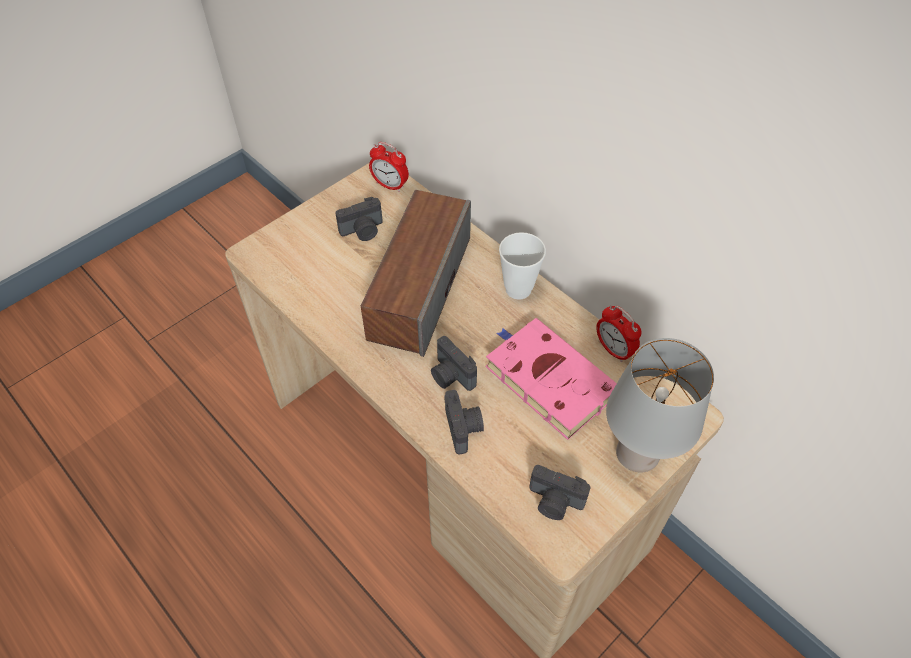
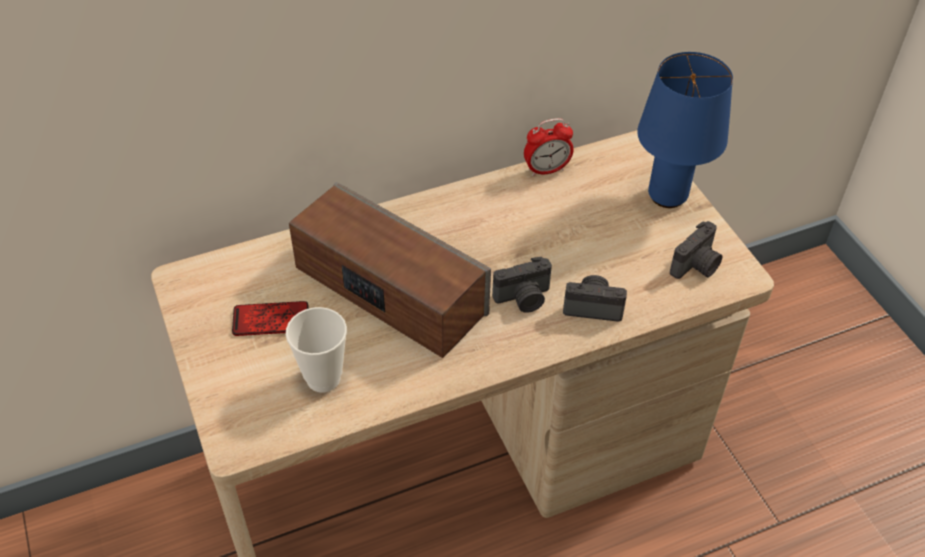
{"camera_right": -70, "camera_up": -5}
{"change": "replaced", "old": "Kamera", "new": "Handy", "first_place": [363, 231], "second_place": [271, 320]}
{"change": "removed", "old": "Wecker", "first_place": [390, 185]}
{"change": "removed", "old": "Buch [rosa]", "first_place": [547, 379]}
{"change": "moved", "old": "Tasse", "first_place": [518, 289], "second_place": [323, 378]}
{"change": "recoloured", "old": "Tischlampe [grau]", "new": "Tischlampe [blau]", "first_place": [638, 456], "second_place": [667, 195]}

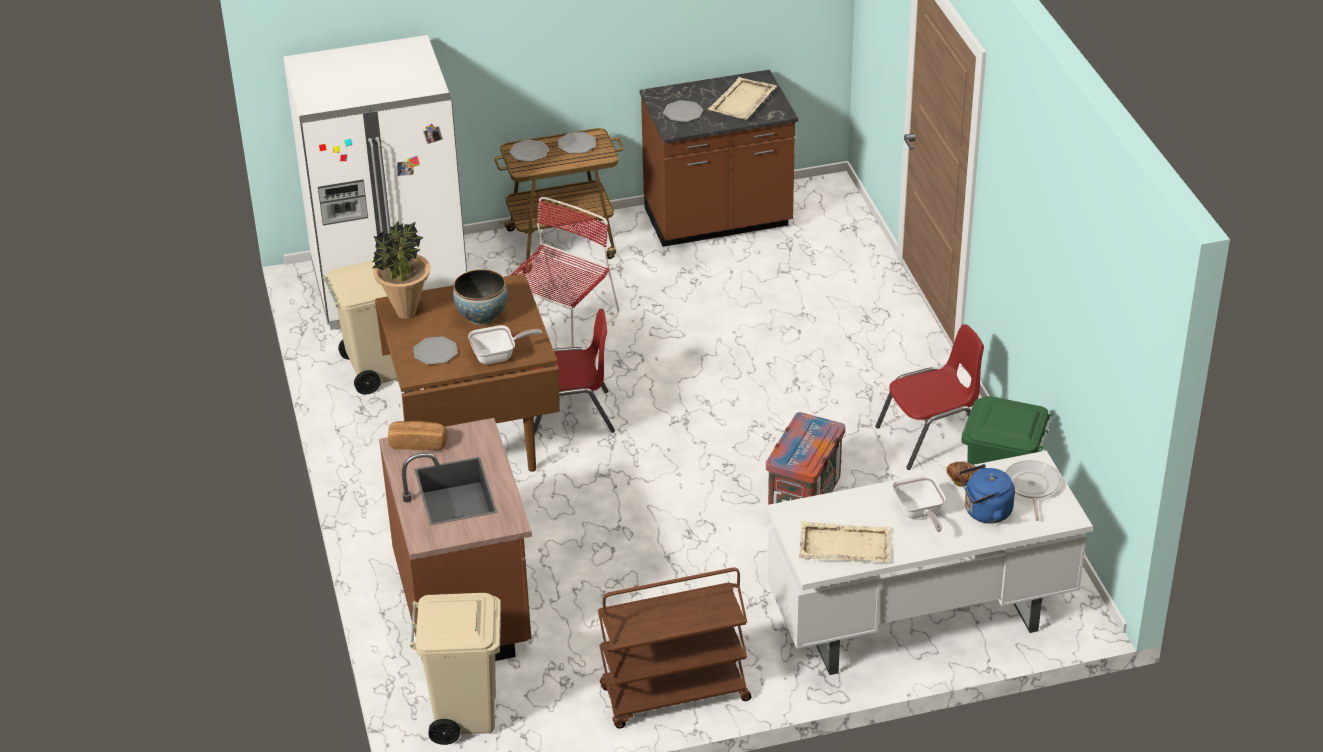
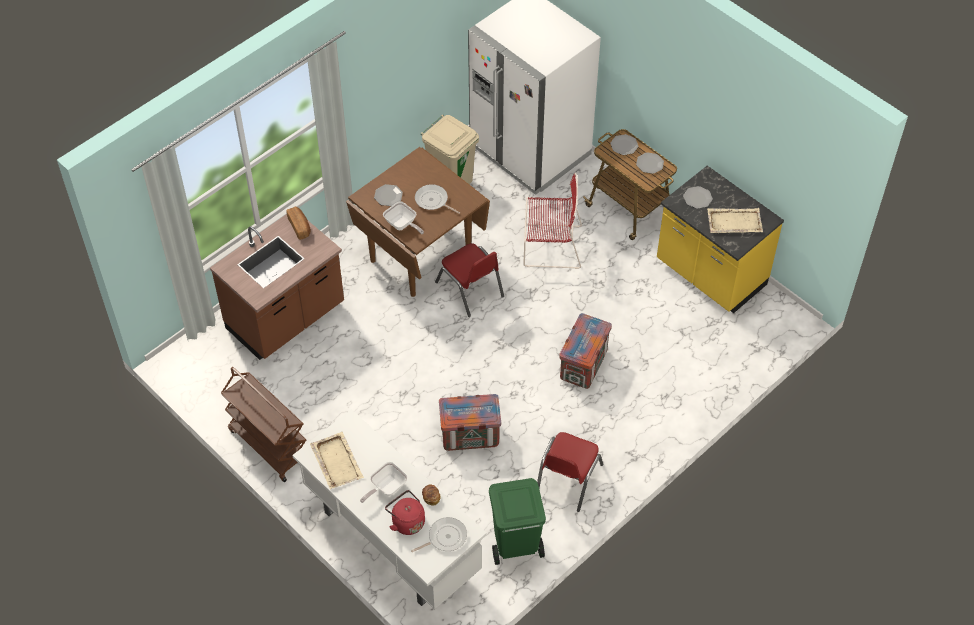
{"camera_right": 60, "camera_up": 15}
{"change": "removed", "old": "Topfpflanze", "first_place": [406, 313]}
{"change": "removed", "old": "Mülleimer [beige]", "first_place": [465, 714]}
{"change": "replaced", "old": "Schüssel", "new": "Pfanne", "first_place": [482, 317], "second_place": [433, 201]}
{"change": "recoloured", "old": "Küchenzeile [braun]", "new": "Küchenzeile [gelb]", "first_place": [718, 221], "second_place": [710, 275]}
{"change": "turned", "old": "Stuhl [rot]", "first_place": [931, 437], "second_place": [567, 479], "degrees": 75}
{"change": "recoloured", "old": "Wasserkessel [blau]", "new": "Wasserkessel [rot]", "first_place": [984, 512], "second_place": [406, 521]}
{"change": "added", "new": "Kiste", "second_place": [583, 366]}

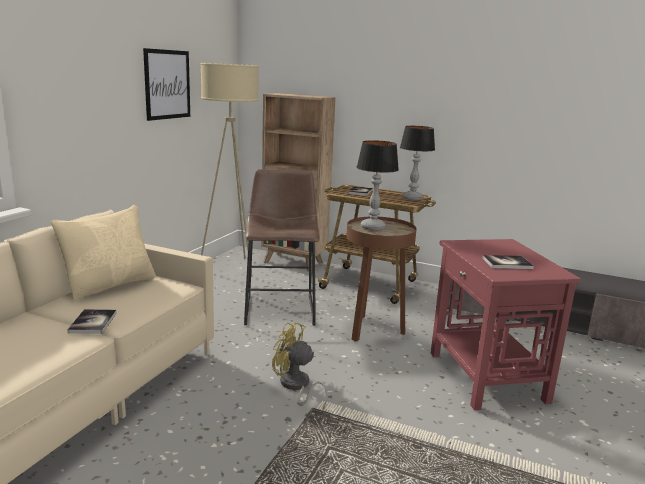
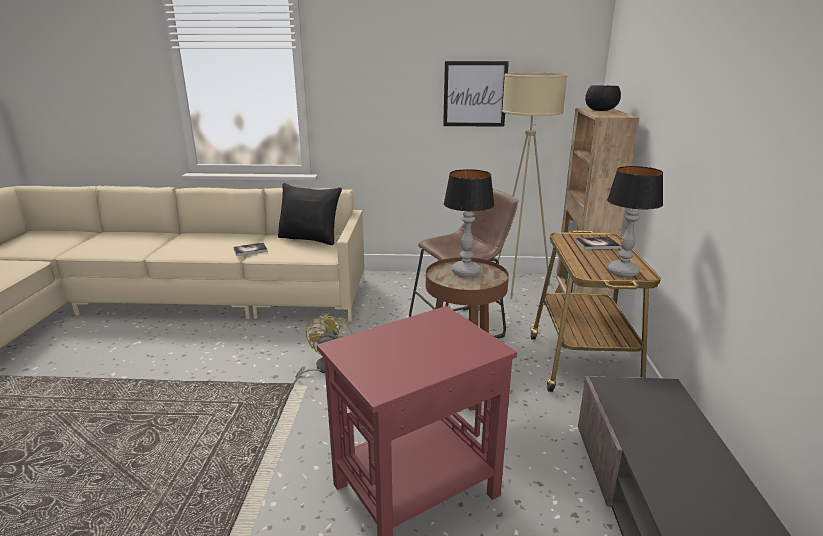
{"camera_right": 70, "camera_up": 5}
{"change": "recoloured", "old": "Kissen [beige]", "new": "Kissen [schwarz]", "first_place": [111, 285], "second_place": [310, 239]}
{"change": "removed", "old": "Buch", "first_place": [507, 263]}
{"change": "added", "new": "Schüssel [schwarz]", "second_place": [601, 110]}

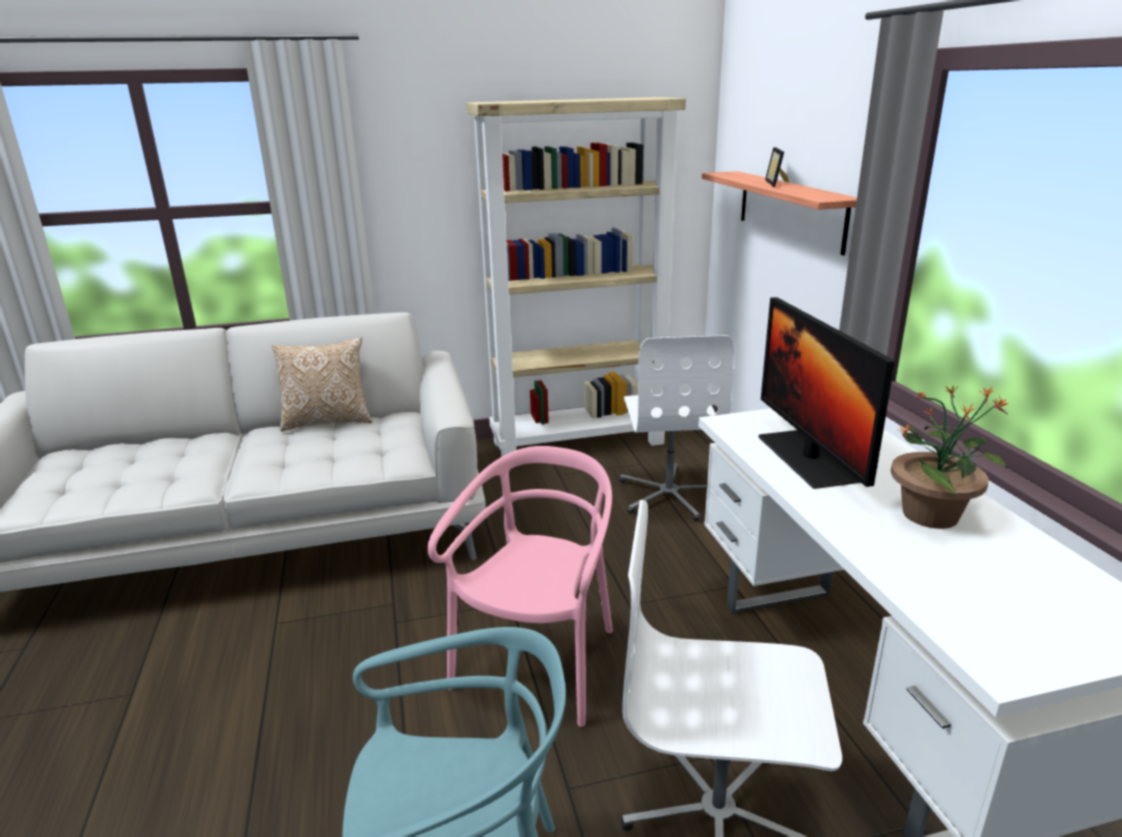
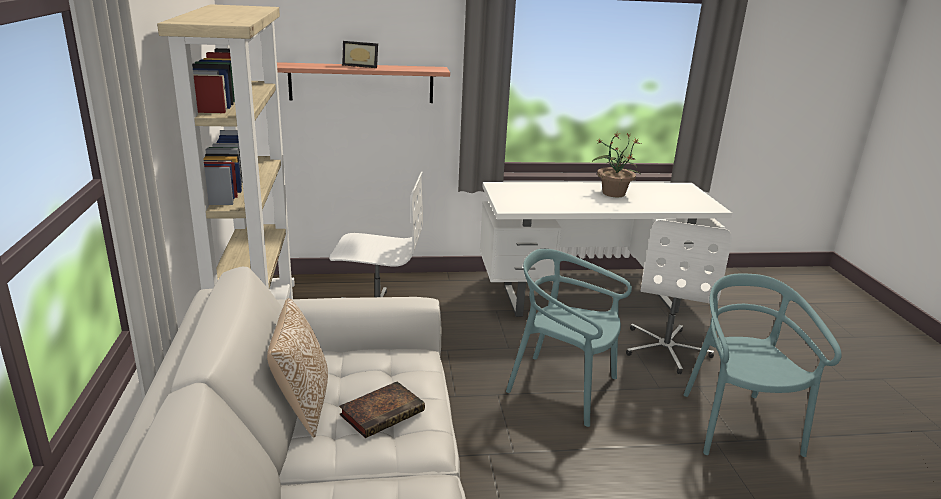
{"camera_right": -85, "camera_up": 0}
{"change": "recoloured", "old": "Stuhl [rosa]", "new": "Stuhl [türkis]", "first_place": [538, 662], "second_place": [562, 388]}
{"change": "removed", "old": "Monitor", "first_place": [807, 458]}
{"change": "added", "new": "Buch", "second_place": [383, 412]}

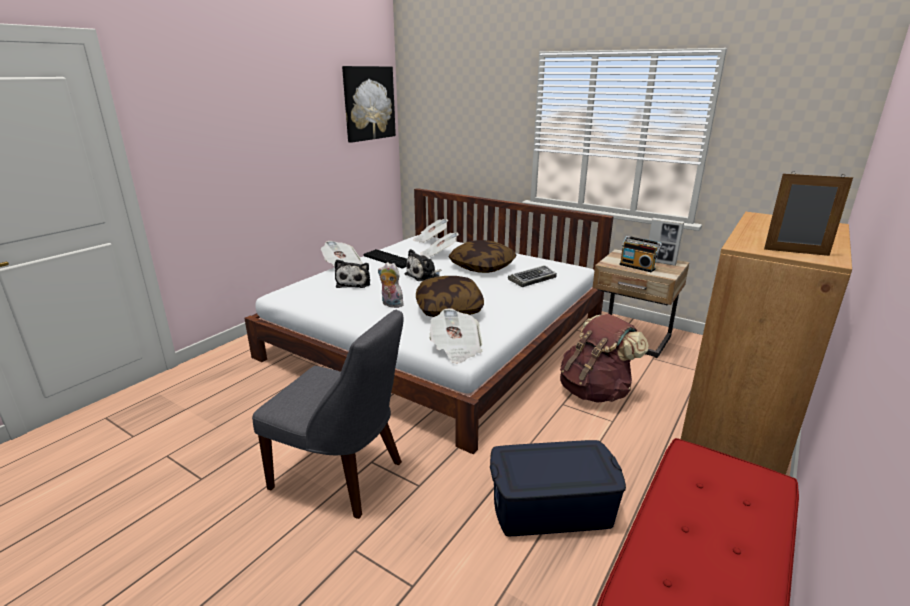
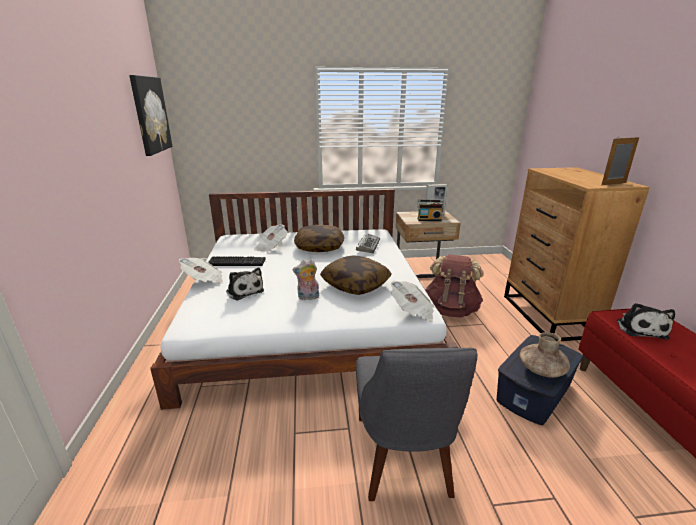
{"camera_right": -40, "camera_up": 0}
{"change": "turned", "old": "Stuhl [grau]", "first_place": [342, 476], "second_place": [403, 459], "degrees": 105}
{"change": "moved", "old": "Plüschtier", "first_place": [424, 276], "second_place": [640, 328]}
{"change": "removed", "old": "Zeitung", "first_place": [430, 240]}
{"change": "added", "new": "Vase [braun]", "second_place": [541, 370]}

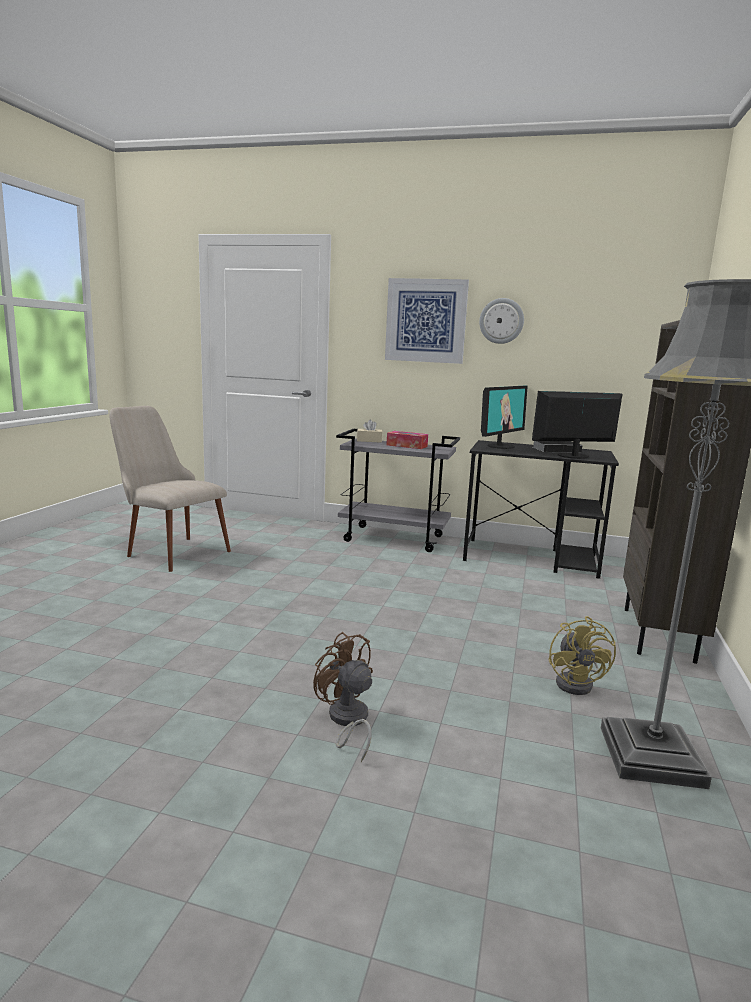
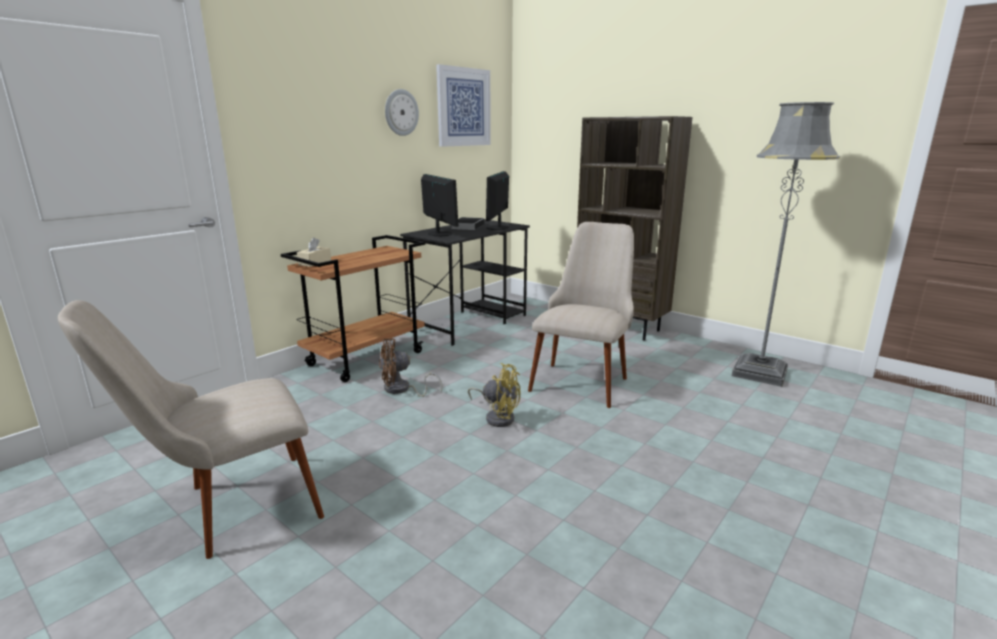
{"camera_right": -65, "camera_up": 5}
{"change": "moved", "old": "Ventilator [braun]", "first_place": [347, 721], "second_place": [401, 390]}
{"change": "recoloured", "old": "Rollwagen [grau]", "new": "Rollwagen [braun]", "first_place": [395, 538], "second_place": [366, 358]}
{"change": "moved", "old": "Bild", "first_place": [426, 321], "second_place": [463, 107]}
{"change": "removed", "old": "Taschentuchbox", "first_place": [407, 446]}
{"change": "moved", "old": "Ventilator [gelb]", "first_place": [578, 683], "second_place": [497, 417]}
{"change": "added", "new": "Stuhl [beige]", "second_place": [583, 377]}

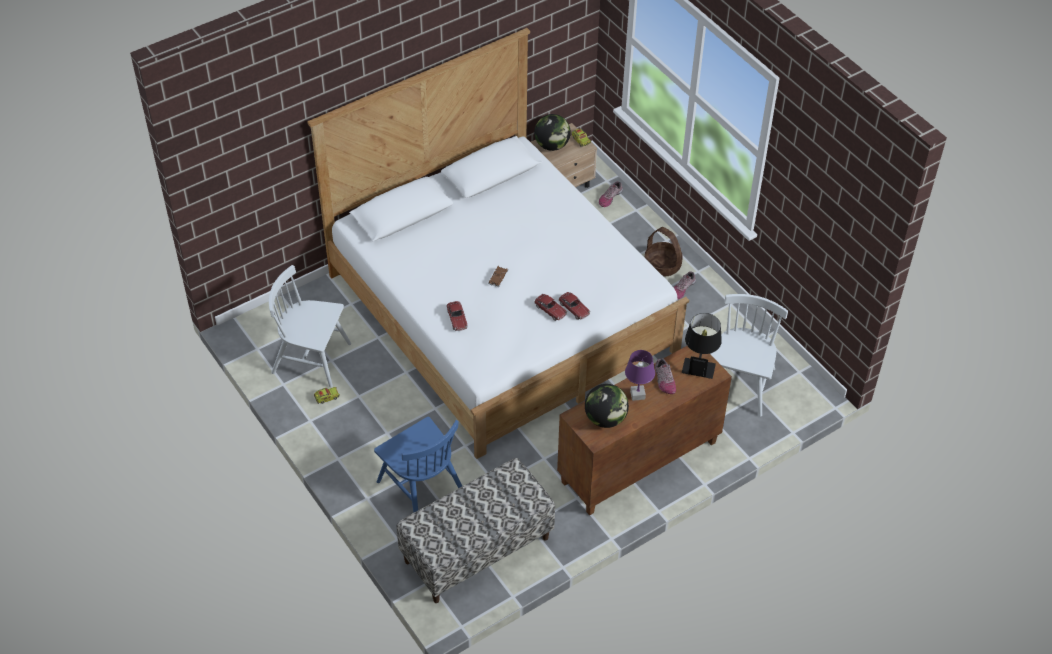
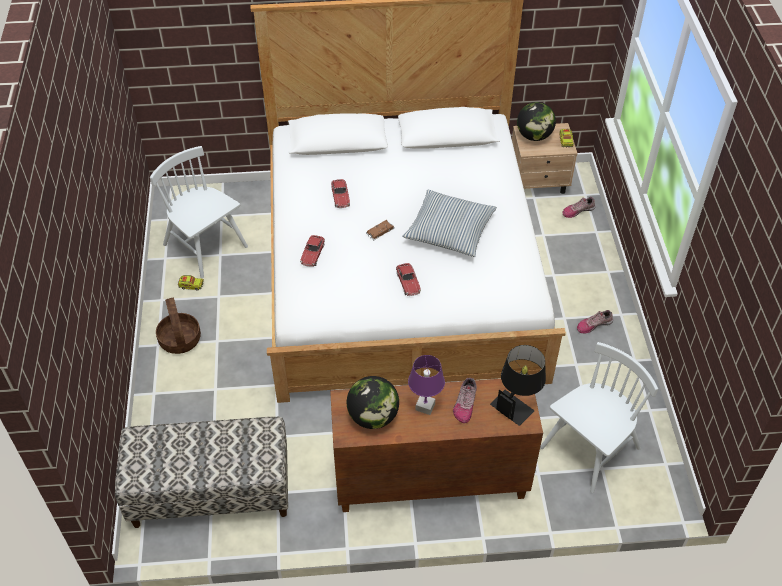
{"camera_right": 30, "camera_up": 0}
{"change": "removed", "old": "Stuhl [blau]", "first_place": [421, 487]}
{"change": "moved", "old": "Spielzeugauto", "first_place": [574, 309], "second_place": [340, 197]}
{"change": "moved", "old": "Korb", "first_place": [662, 265], "second_place": [179, 339]}
{"change": "added", "new": "Kissen", "second_place": [449, 230]}

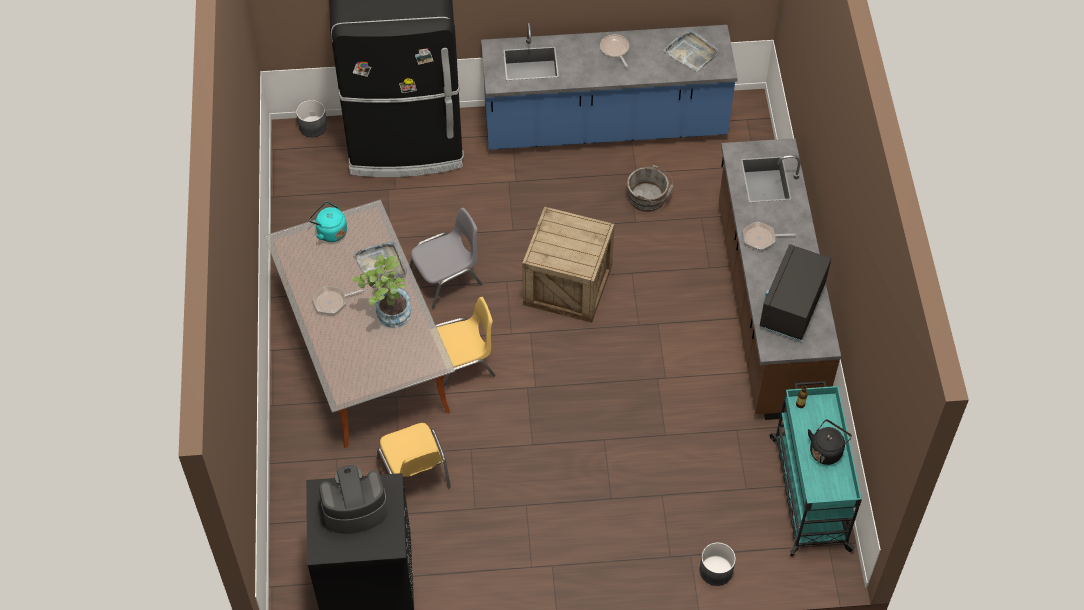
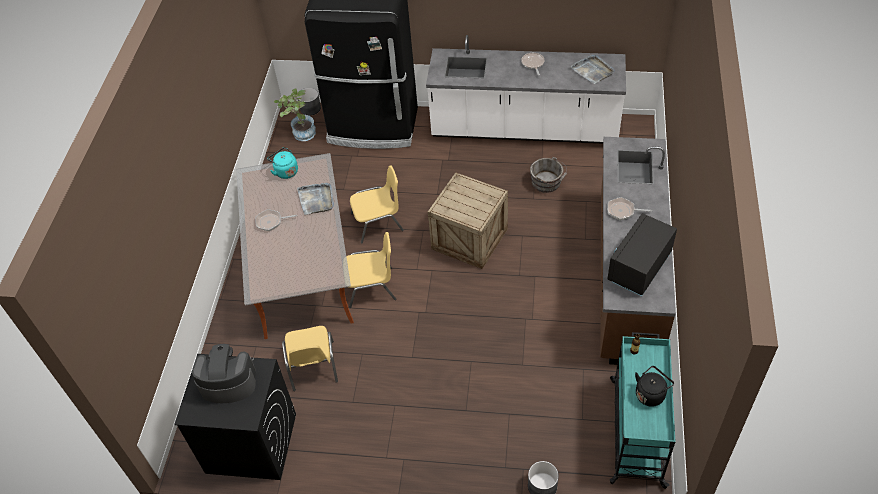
{"camera_right": 15, "camera_up": -5}
{"change": "moved", "old": "Topfpflanze", "first_place": [388, 314], "second_place": [301, 133]}
{"change": "recoloured", "old": "Stuhl [grau]", "new": "Stuhl [gelb]", "first_place": [447, 277], "second_place": [378, 222]}
{"change": "recoloured", "old": "Küchenzeile [blau]", "new": "Küchenzeile [weiß]", "first_place": [605, 126], "second_place": [524, 129]}

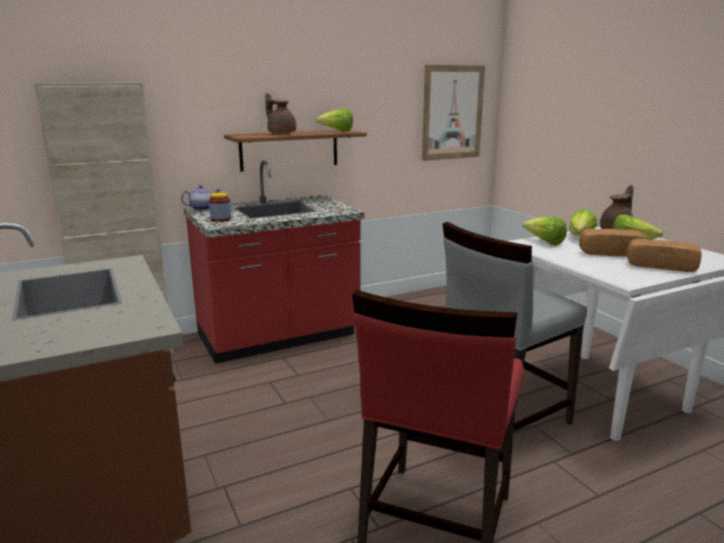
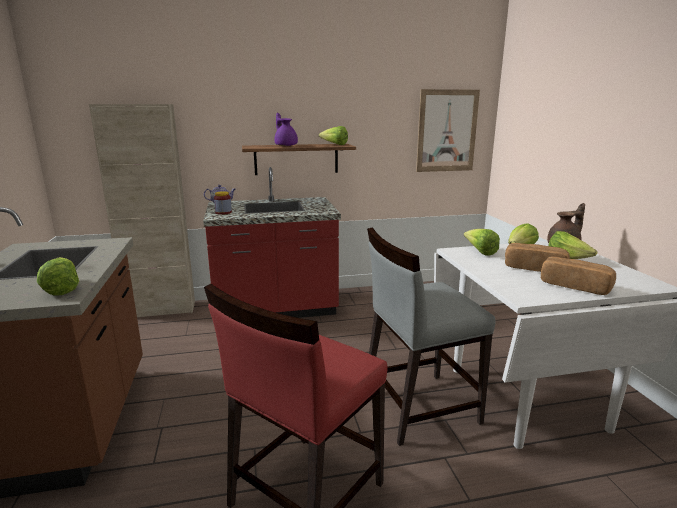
{"camera_right": 15, "camera_up": 0}
{"change": "recoloured", "old": "Teekanne [braun]", "new": "Teekanne [lila]", "first_place": [281, 133], "second_place": [285, 145]}
{"change": "added", "new": "Salatkopf", "second_place": [62, 289]}

